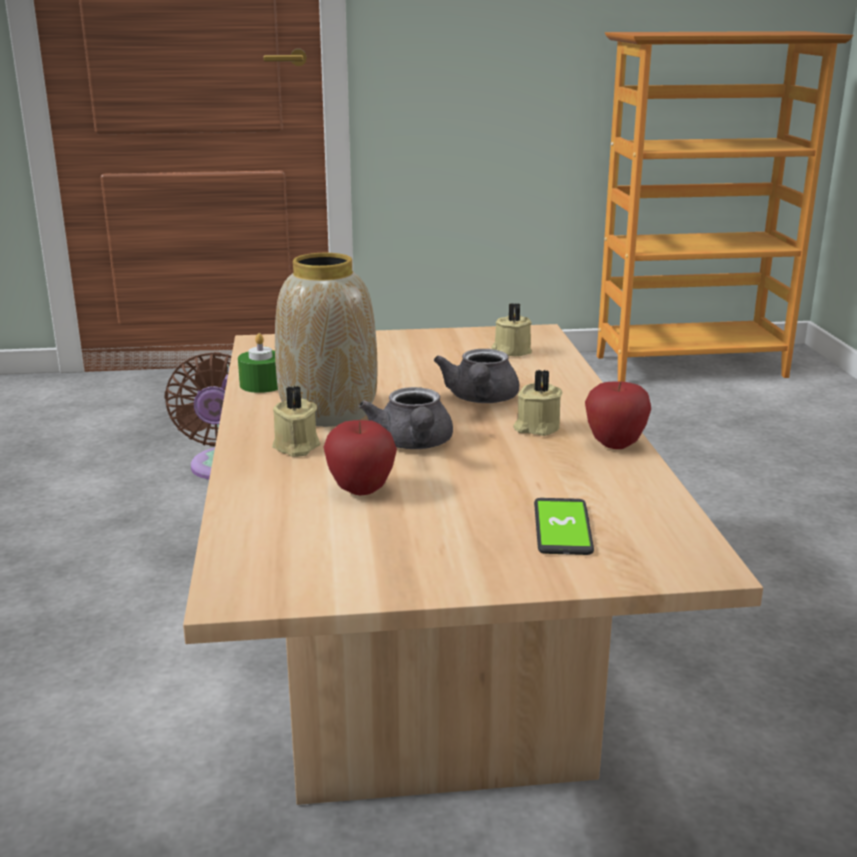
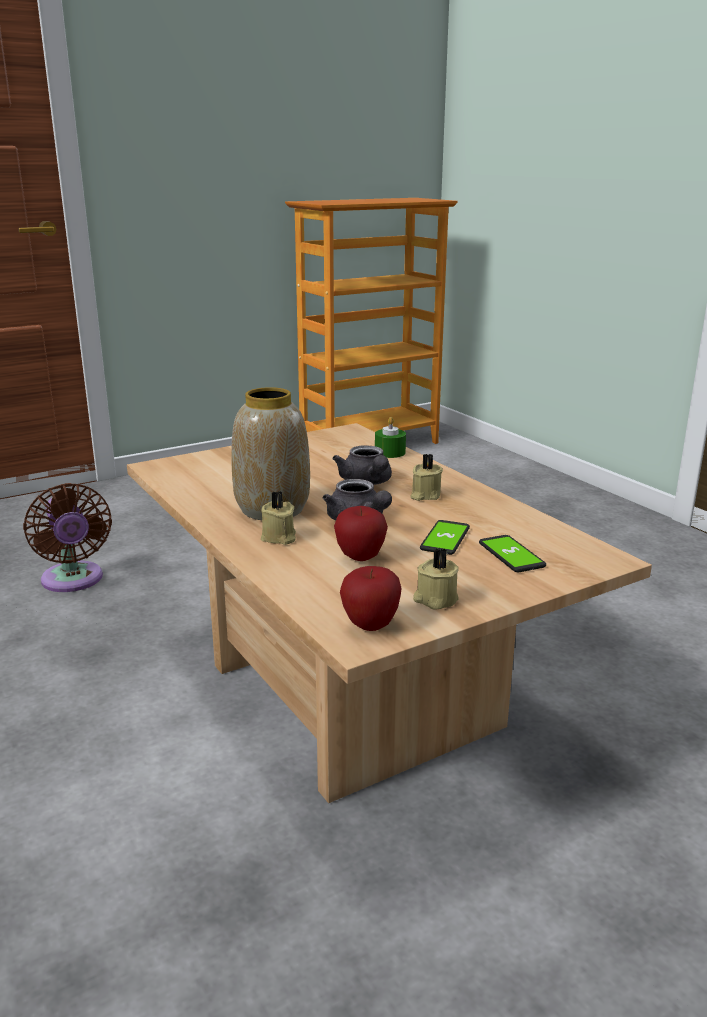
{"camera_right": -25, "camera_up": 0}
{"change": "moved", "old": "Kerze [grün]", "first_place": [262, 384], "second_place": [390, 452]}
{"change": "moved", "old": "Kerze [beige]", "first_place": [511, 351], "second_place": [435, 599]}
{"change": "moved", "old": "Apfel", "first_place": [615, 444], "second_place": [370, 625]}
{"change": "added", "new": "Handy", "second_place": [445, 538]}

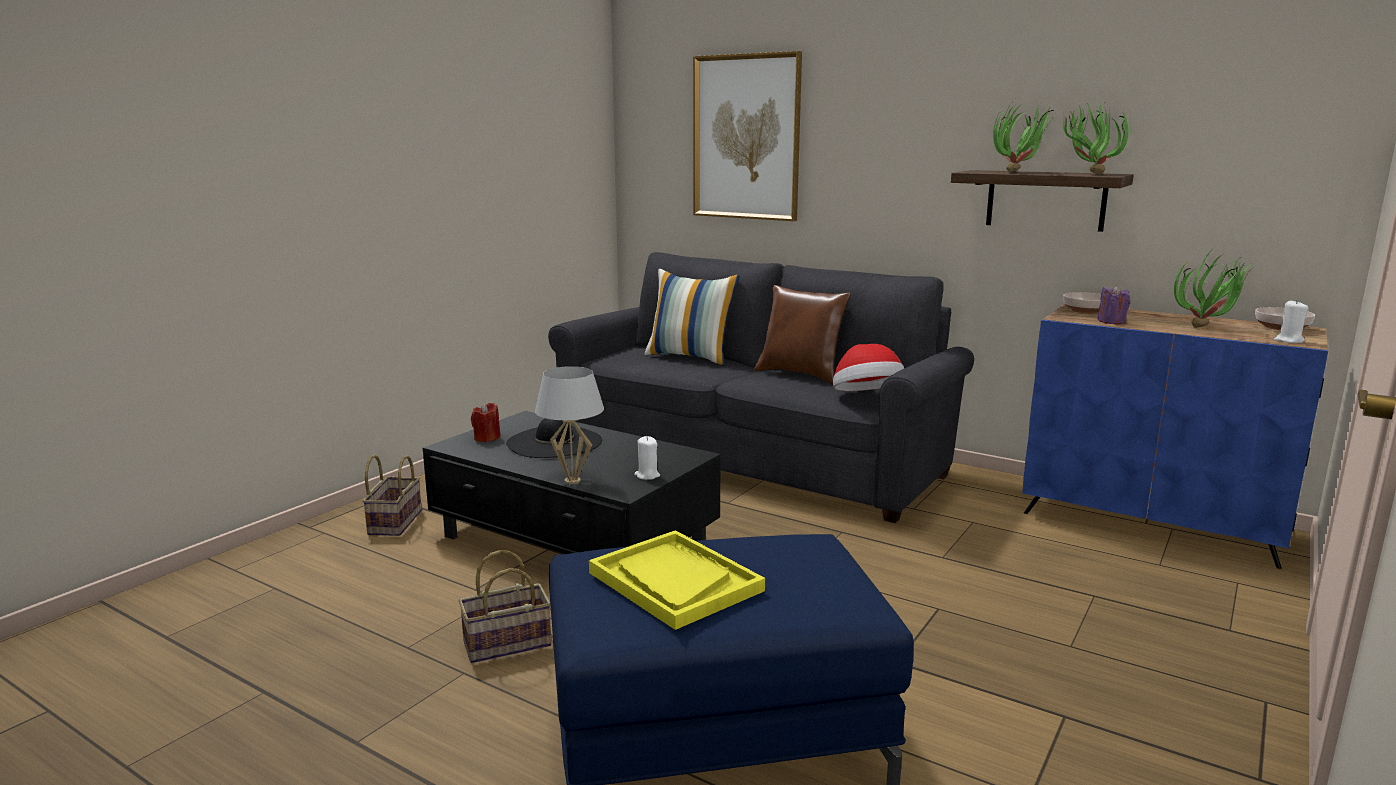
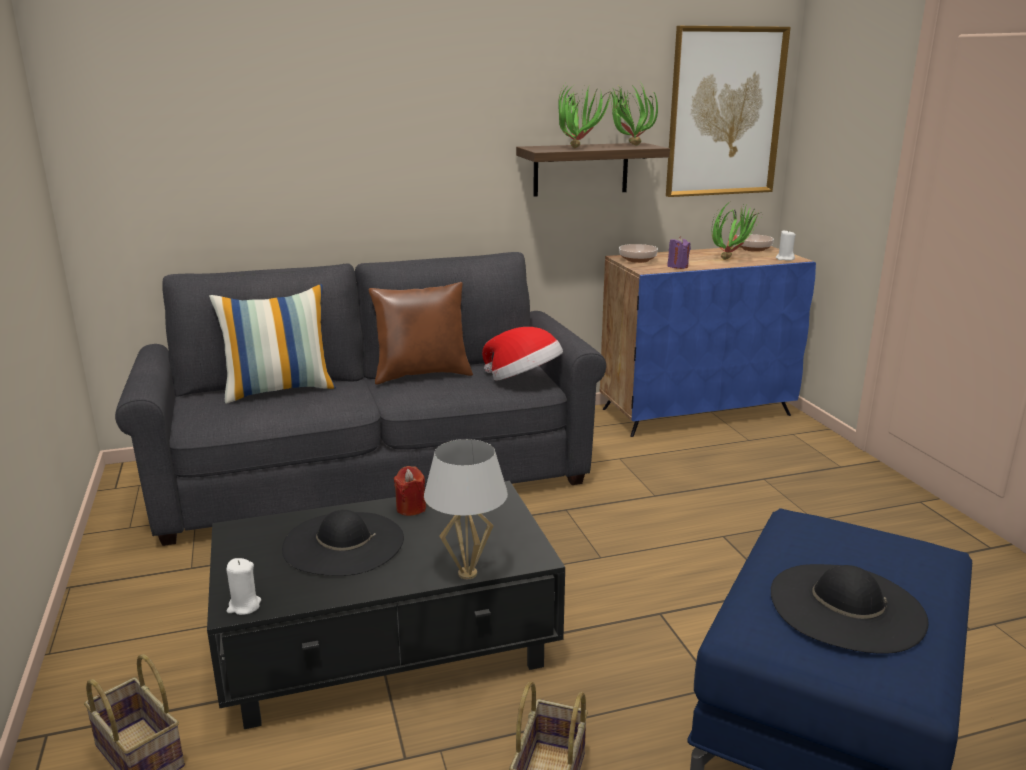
{"camera_right": -50, "camera_up": 5}
{"change": "moved", "old": "Kerze [rot]", "first_place": [487, 438], "second_place": [411, 508]}
{"change": "replaced", "old": "Tablett [gelb]", "new": "Hut [schwarz]", "first_place": [674, 581], "second_place": [846, 606]}
{"change": "moved", "old": "Kerze [weiß]", "first_place": [647, 475], "second_place": [244, 606]}
{"change": "moved", "old": "Bild", "first_place": [746, 137], "second_place": [725, 112]}

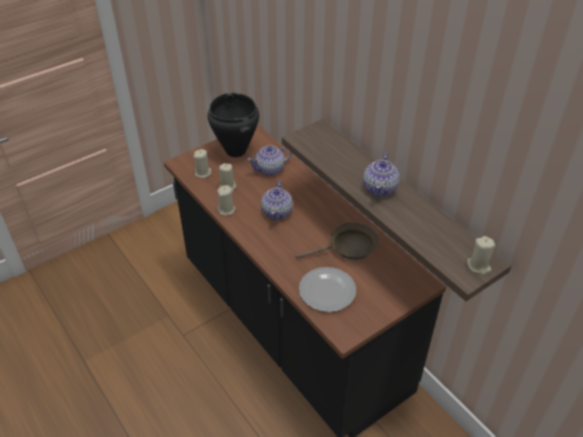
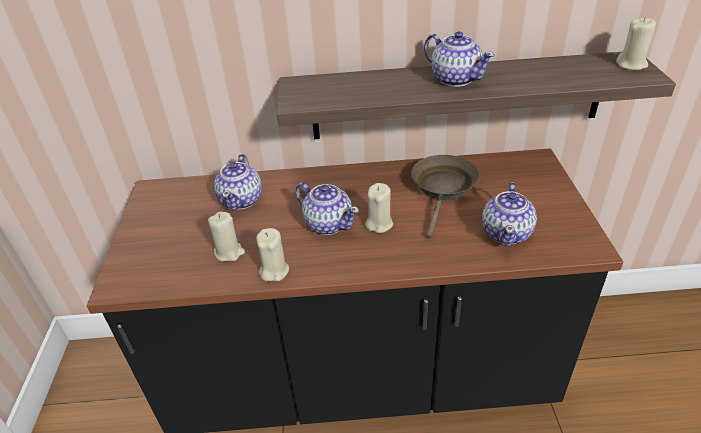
{"camera_right": -55, "camera_up": -5}
{"change": "moved", "old": "Kerze [beige]", "first_place": [203, 173], "second_place": [379, 224]}
{"change": "removed", "old": "Kochtopf [schwarz]", "first_place": [235, 151]}
{"change": "replaced", "old": "Teller", "new": "Teekanne", "first_place": [328, 291], "second_place": [507, 233]}

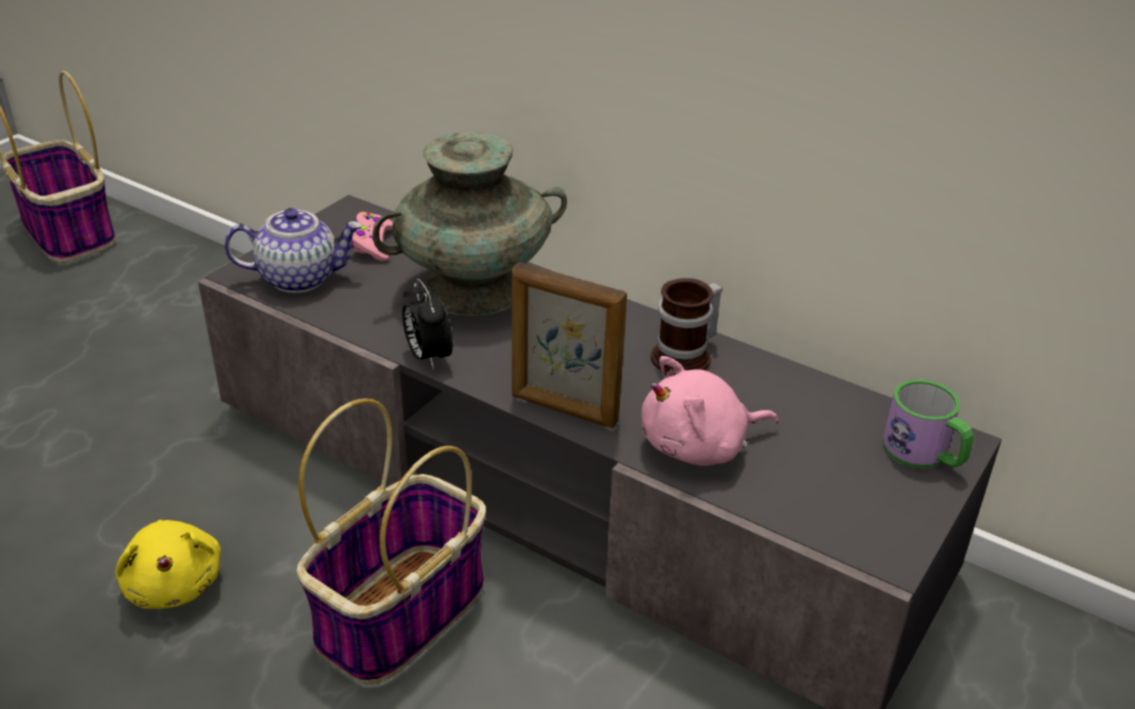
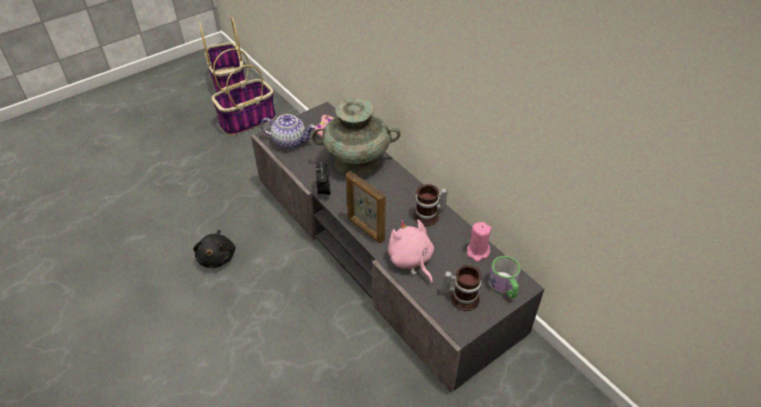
{"camera_right": 20, "camera_up": 10}
{"change": "recoloured", "old": "Plüschtier [gelb]", "new": "Plüschtier [schwarz]", "first_place": [174, 583], "second_place": [217, 257]}
{"change": "moved", "old": "Korb", "first_place": [401, 611], "second_place": [248, 120]}
{"change": "turned", "old": "Plüschtier [rosa]", "first_place": [699, 446], "second_place": [411, 260], "degrees": 60}
{"change": "added", "new": "Henkelbecher", "second_place": [461, 297]}
{"change": "added", "new": "Kerze [rosa]", "second_place": [477, 252]}

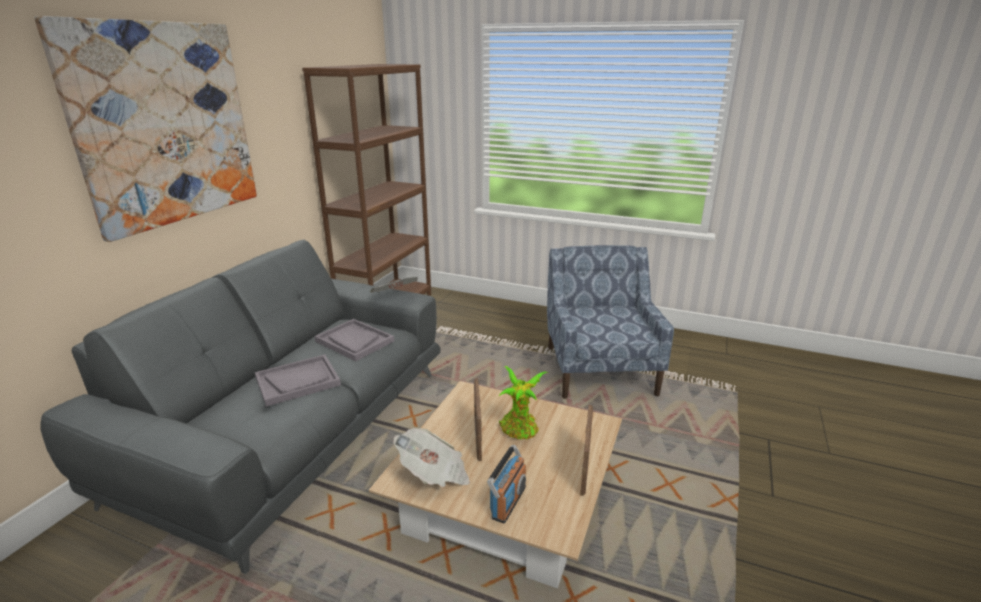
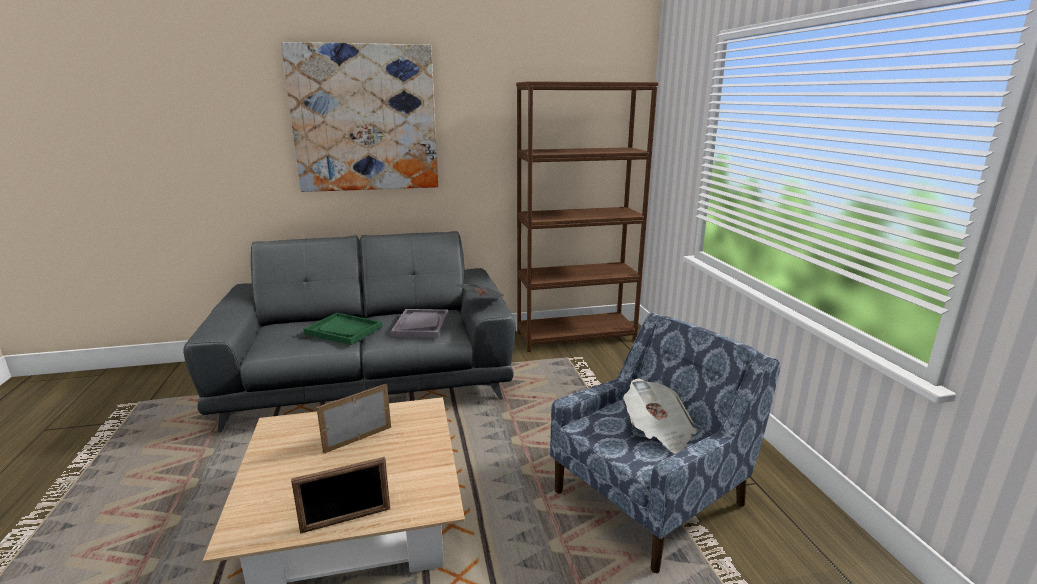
{"camera_right": 55, "camera_up": -5}
{"change": "recoloured", "old": "Tablett [grau]", "new": "Tablett [grün]", "first_place": [298, 381], "second_place": [344, 330]}
{"change": "moved", "old": "Zeitung", "first_place": [434, 474], "second_place": [658, 432]}
{"change": "removed", "old": "Radio", "first_place": [508, 502]}
{"change": "removed", "old": "Topfpflanze", "first_place": [520, 430]}

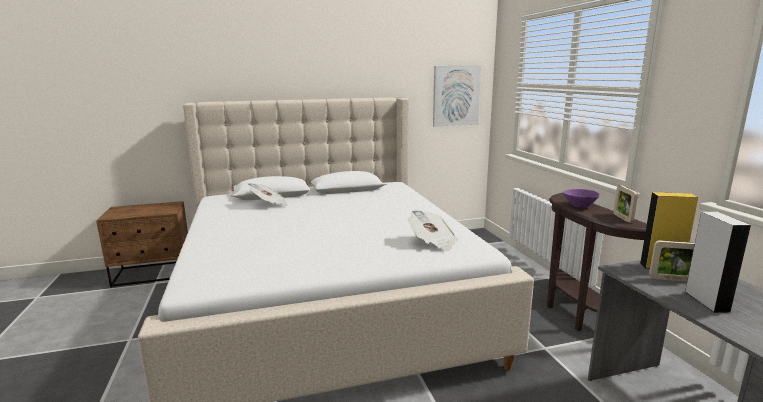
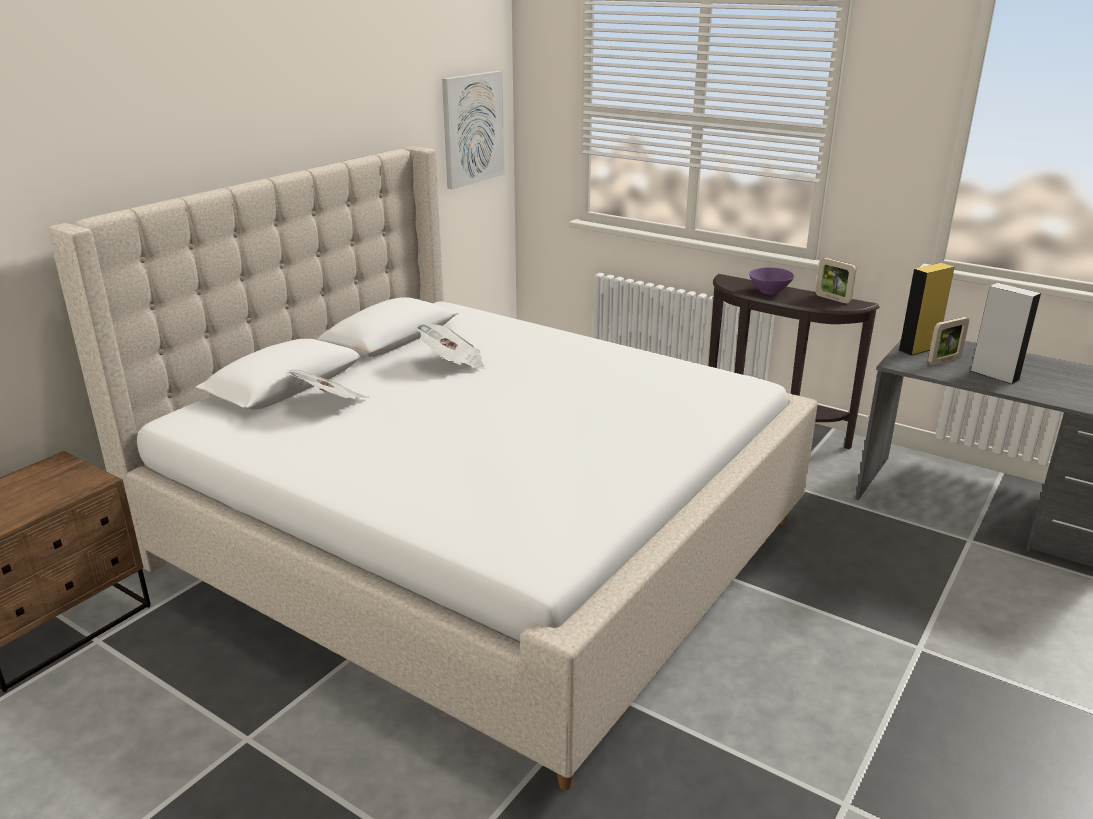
{"camera_right": -40, "camera_up": 10}
{"change": "moved", "old": "Zeitung", "first_place": [432, 243], "second_place": [453, 363]}

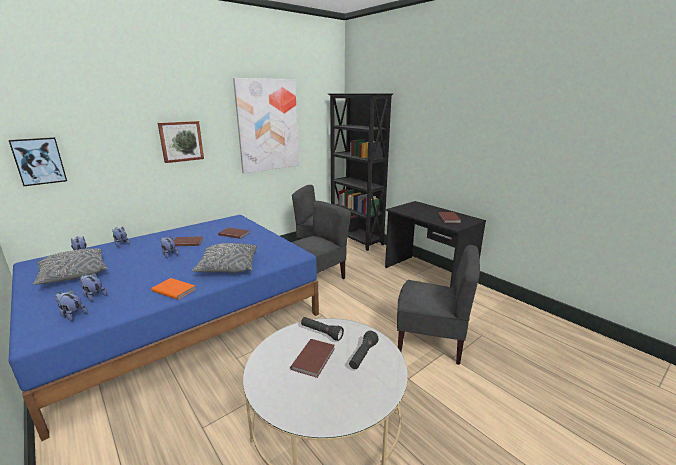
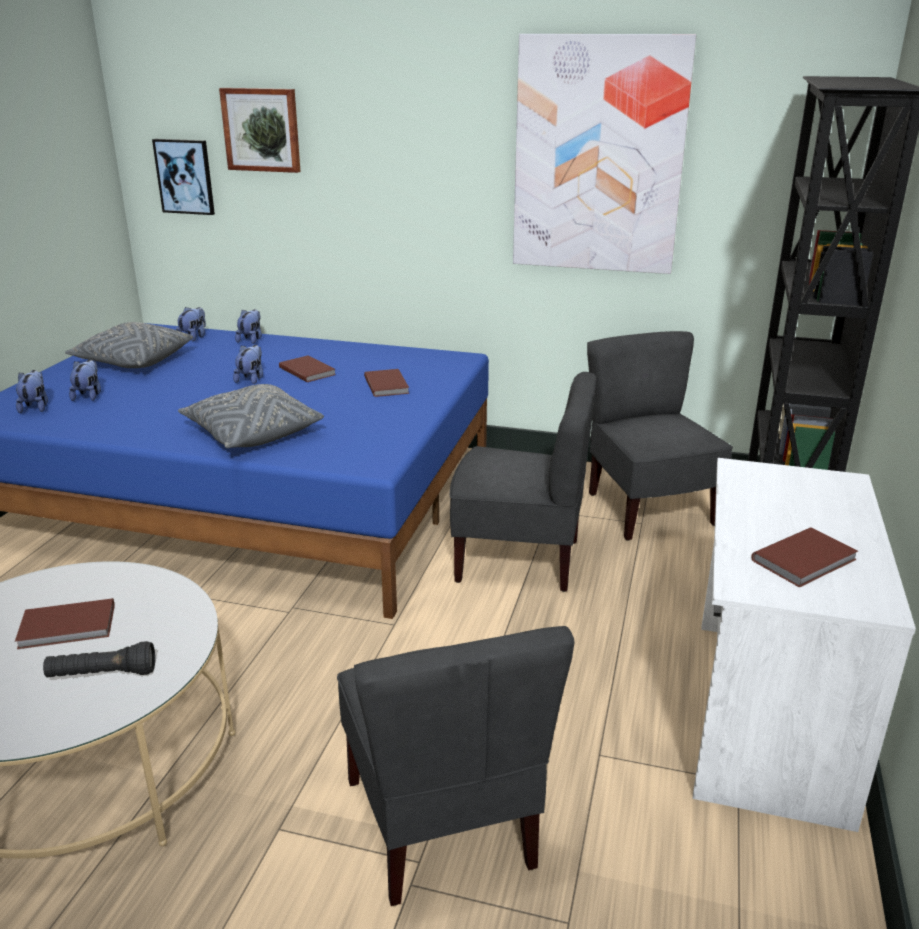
{"camera_right": 55, "camera_up": 5}
{"change": "removed", "old": "Buch [orange]", "first_place": [174, 289]}
{"change": "moved", "old": "Bild", "first_place": [181, 141], "second_place": [262, 130]}
{"change": "removed", "old": "Taschenlampe [schwarz]", "first_place": [321, 333]}
{"change": "recoloured", "old": "Schreibtisch [schwarz]", "new": "Schreibtisch [weiß]", "first_place": [427, 275], "second_place": [764, 714]}

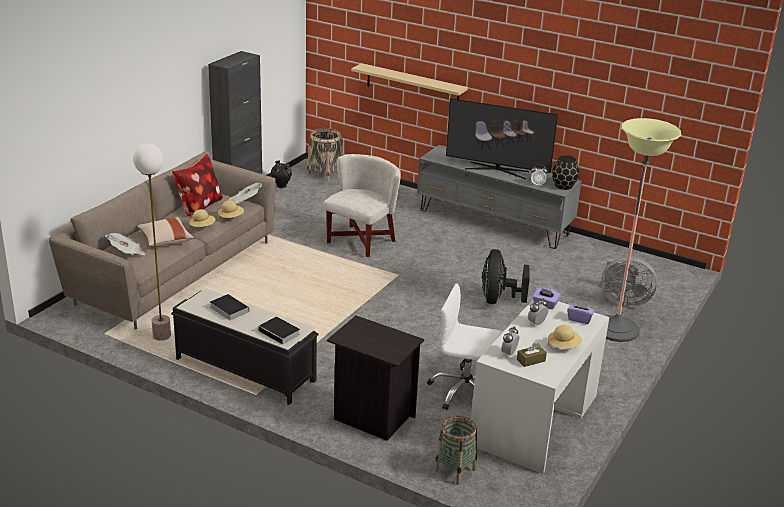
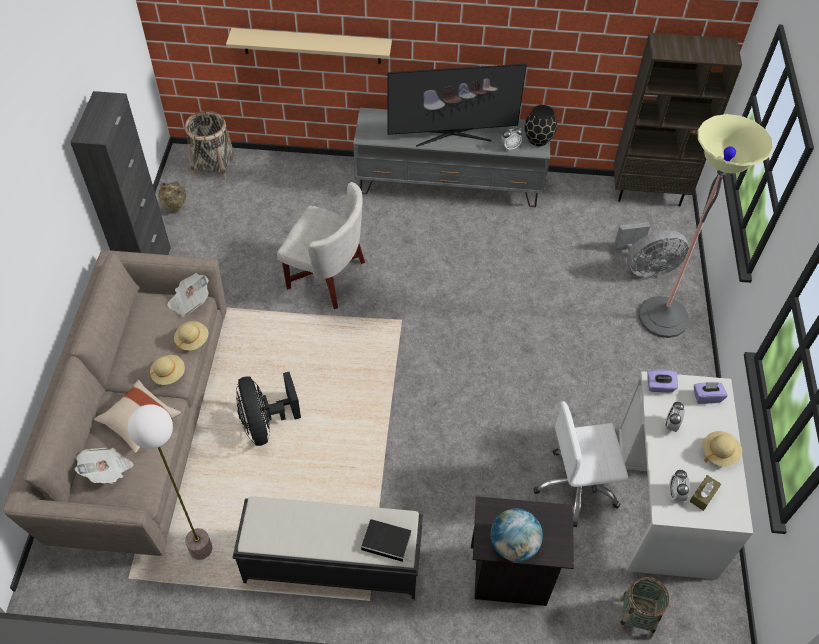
{"camera_right": -25, "camera_up": 25}
{"change": "removed", "old": "Kissen", "first_place": [198, 207]}
{"change": "removed", "old": "Buch", "first_place": [228, 309]}
{"change": "recoloured", "old": "Vase [schwarz]", "new": "Vase [beige]", "first_place": [281, 187], "second_place": [176, 210]}
{"change": "turned", "old": "Sessel [weiß]", "first_place": [360, 241], "second_place": [326, 276], "degrees": 105}
{"change": "moved", "old": "Ventilator [schwarz]", "first_place": [498, 299], "second_place": [265, 424]}
{"change": "added", "new": "Globus", "second_place": [513, 545]}
{"change": "added", "new": "Bücherregal [braun]", "second_place": [648, 192]}

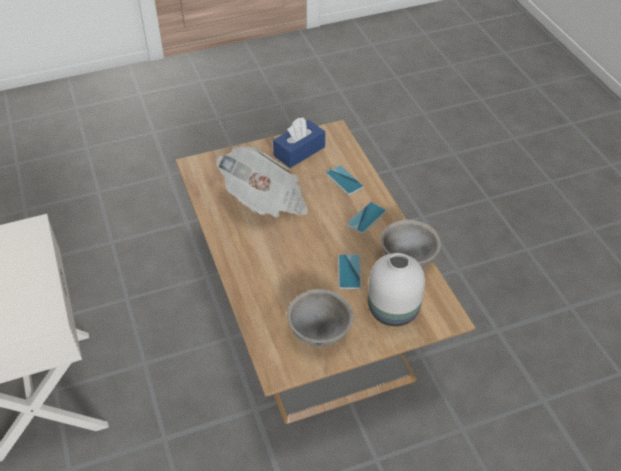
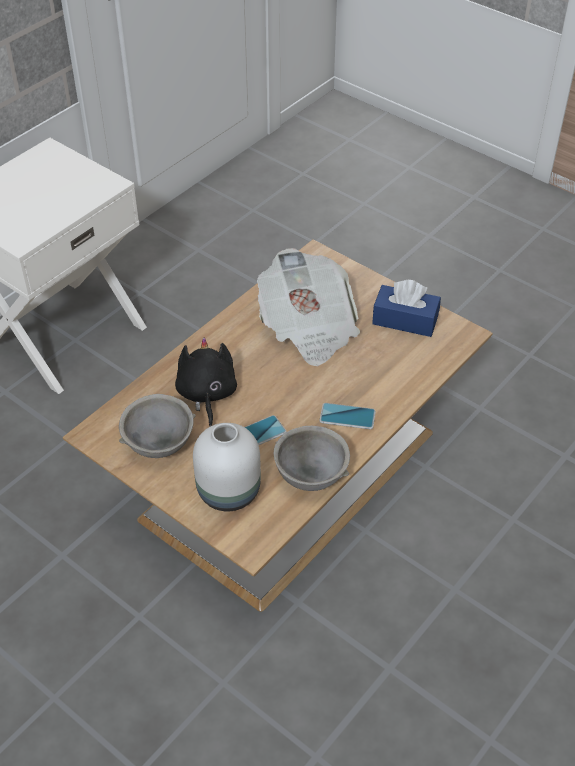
{"camera_right": 60, "camera_up": 0}
{"change": "removed", "old": "Handy", "first_place": [344, 180]}
{"change": "added", "new": "Plüschtier [schwarz]", "second_place": [206, 394]}

